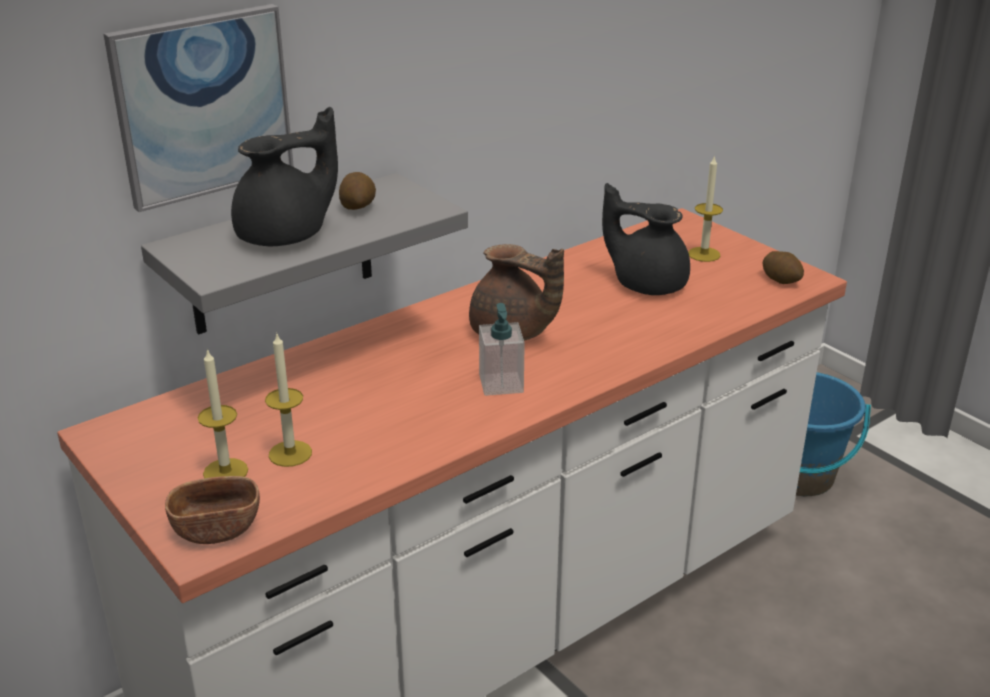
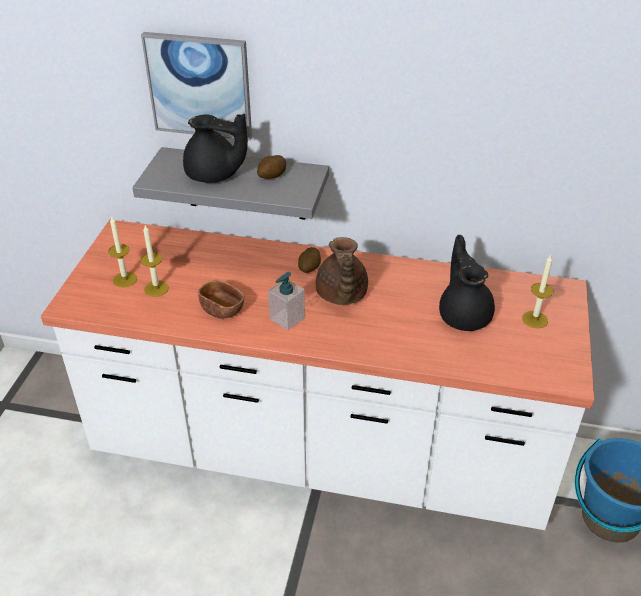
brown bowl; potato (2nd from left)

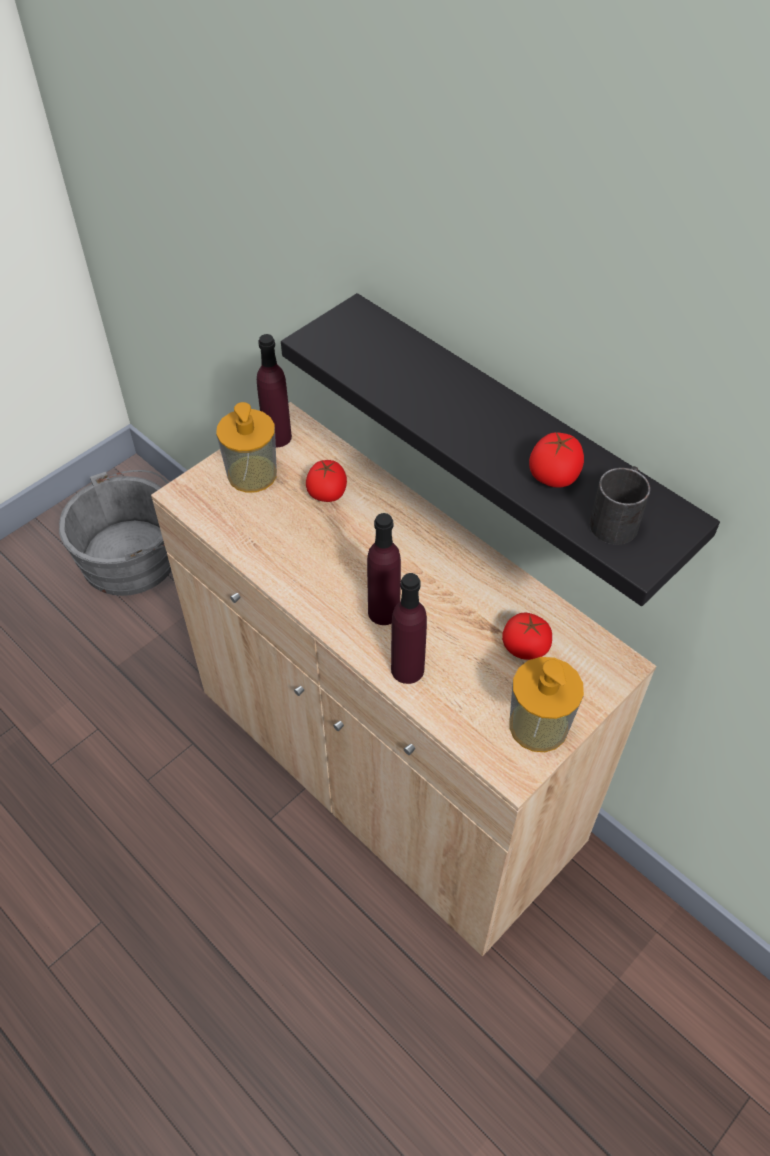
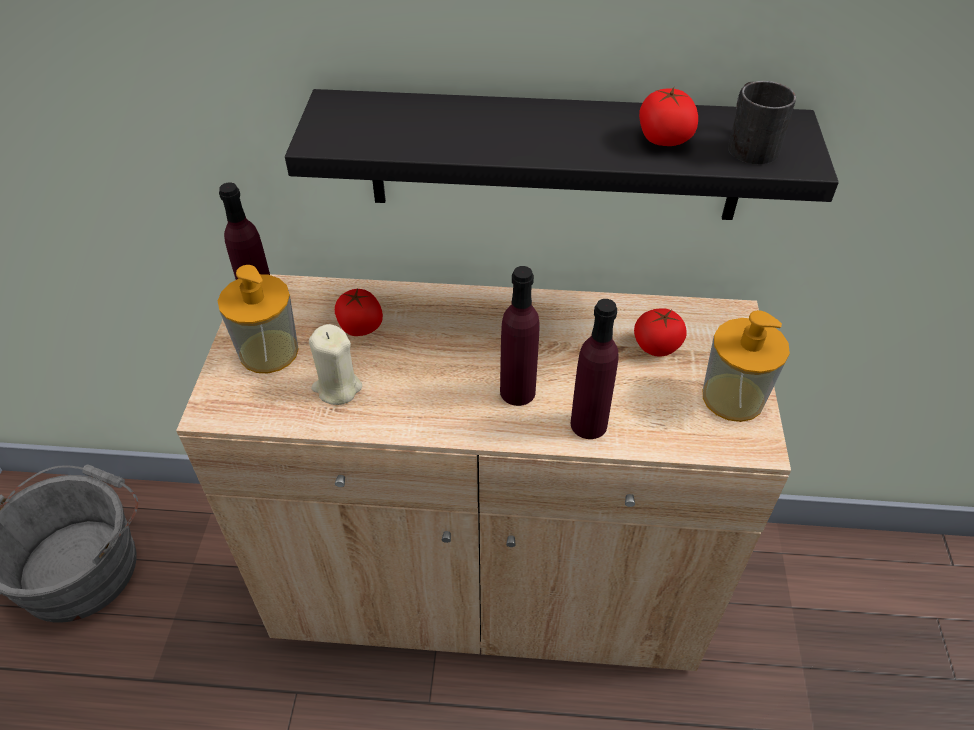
beige candle

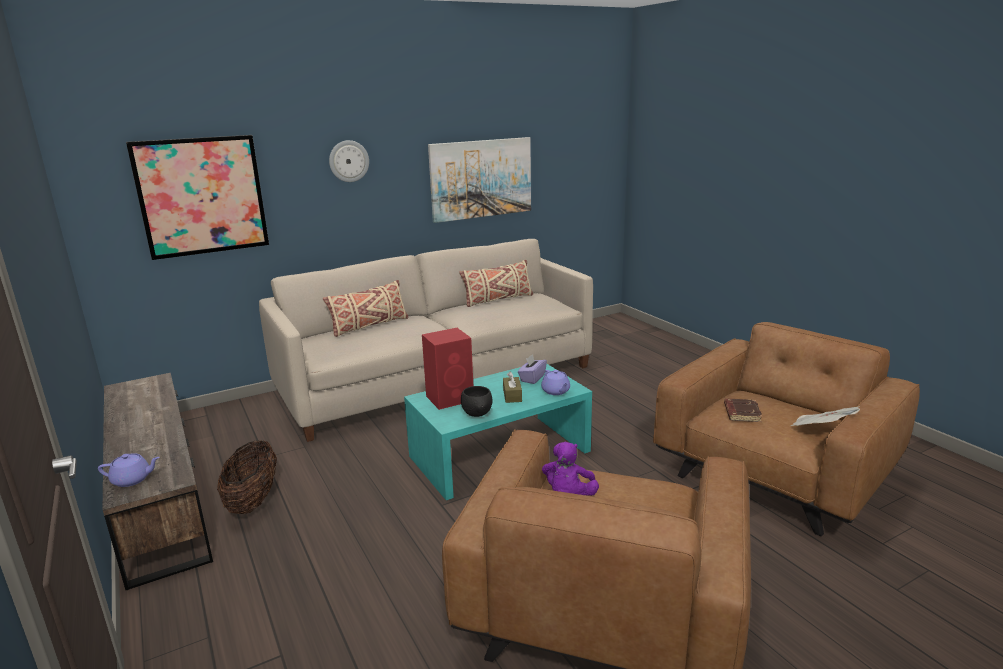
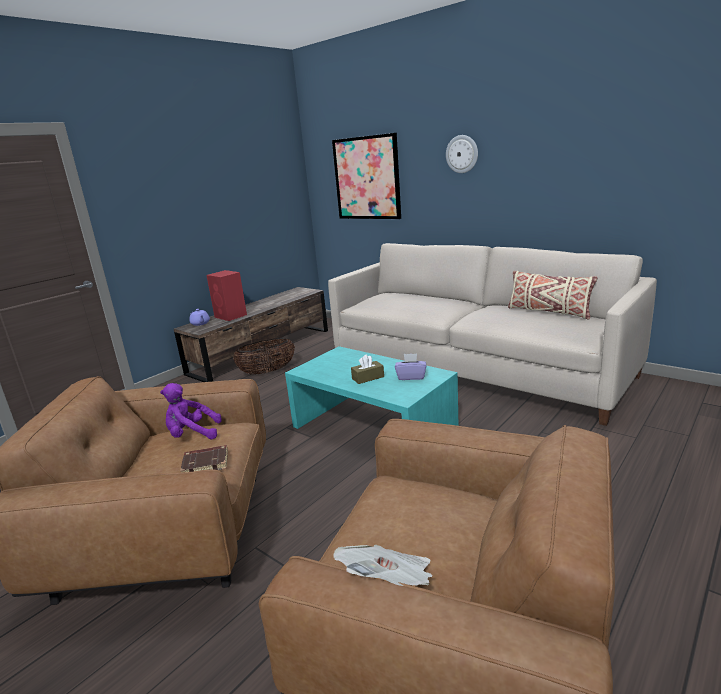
brown book; red speaker; beige pillow (1st from left in the first image); picture (2nd from left in the first image); black bowl; purple teapot (2nd from left in the first image)

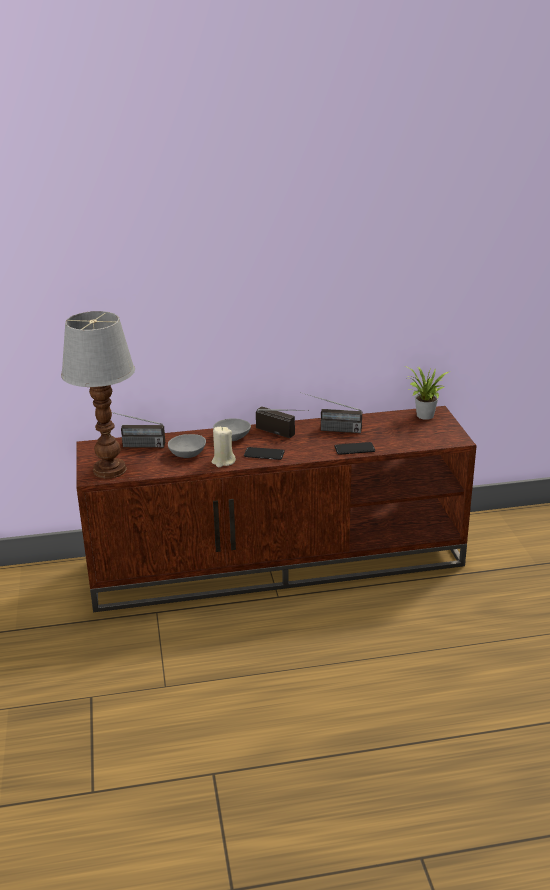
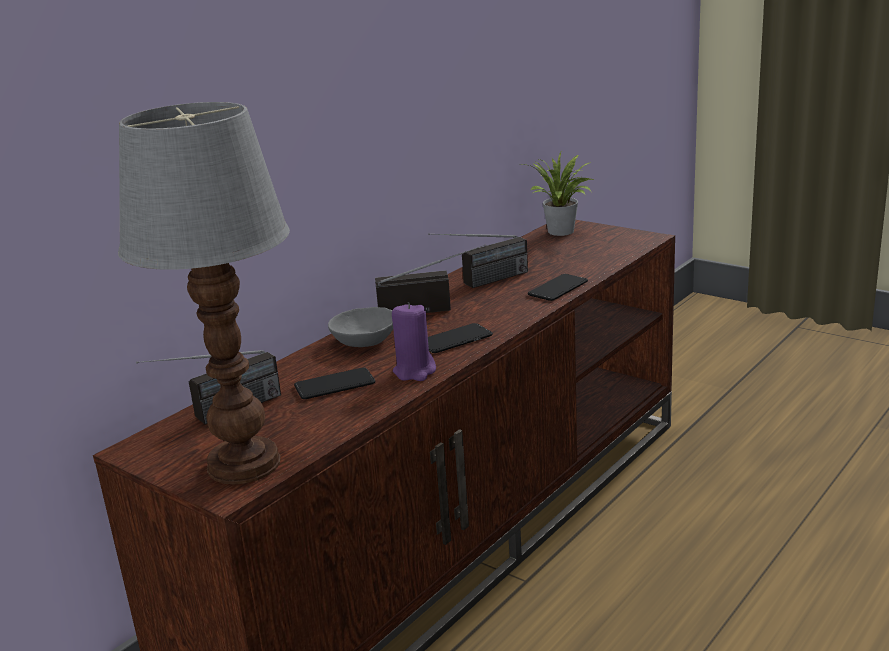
phone (1st from left); purple candle

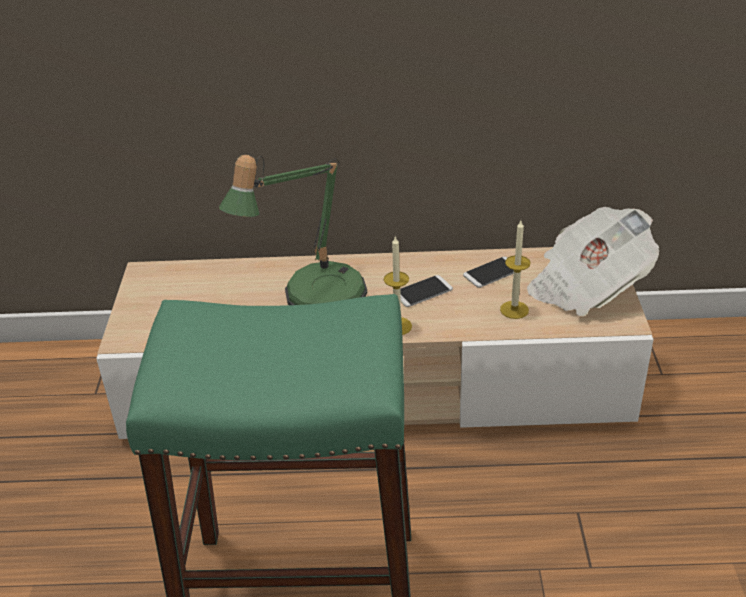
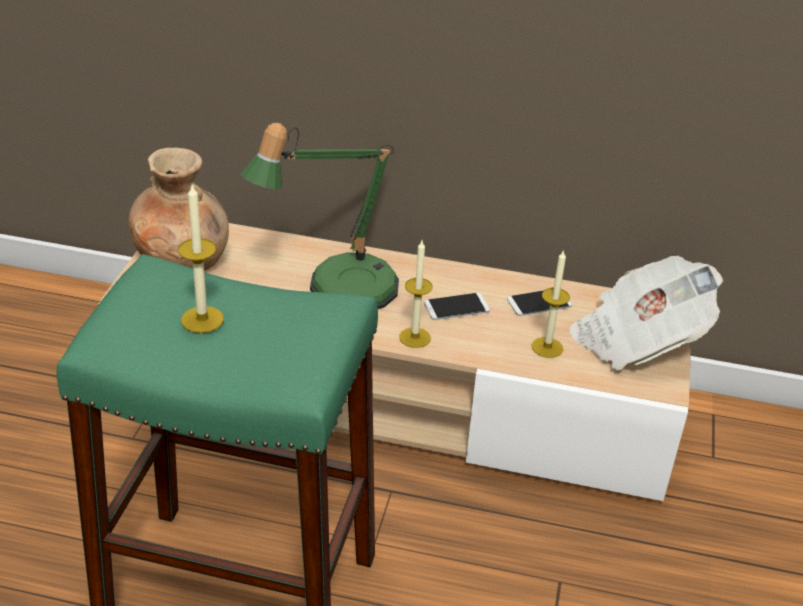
brown vase; candle (1st from left)

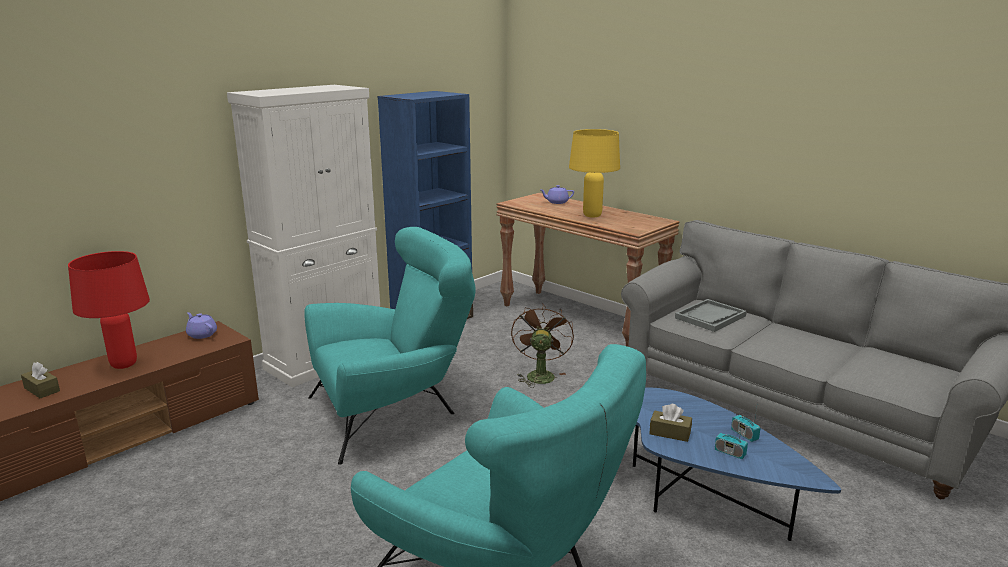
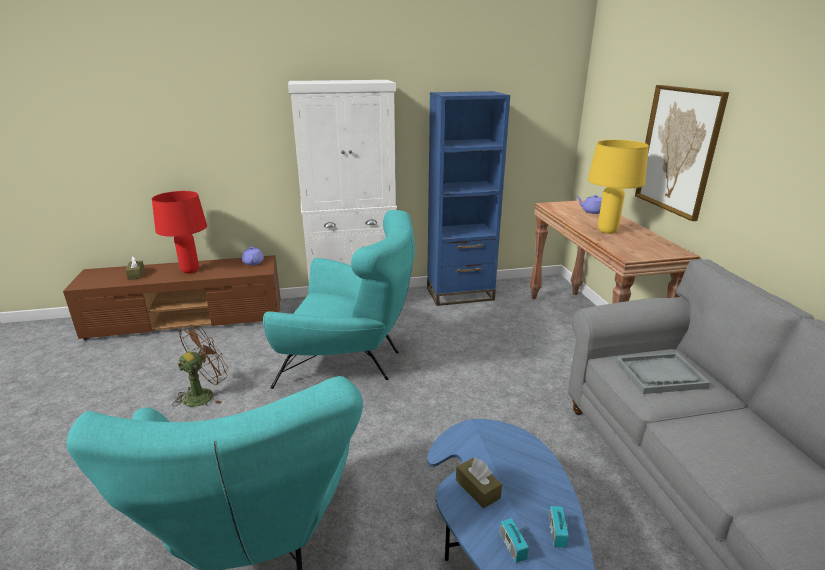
brown fan; picture

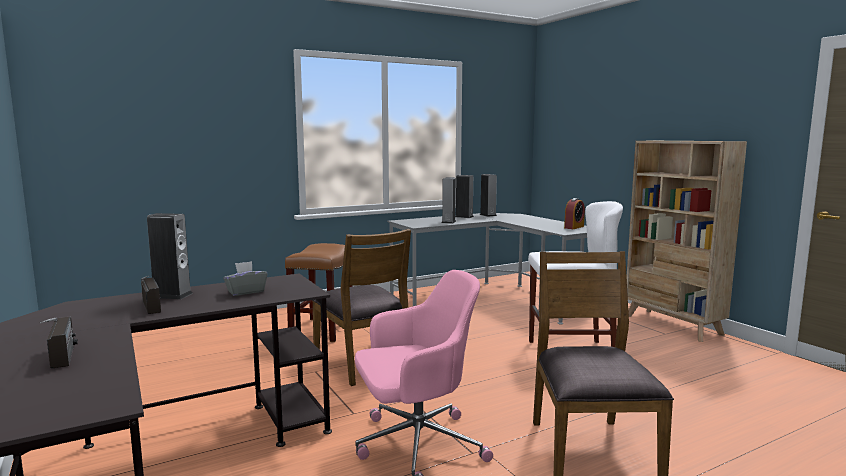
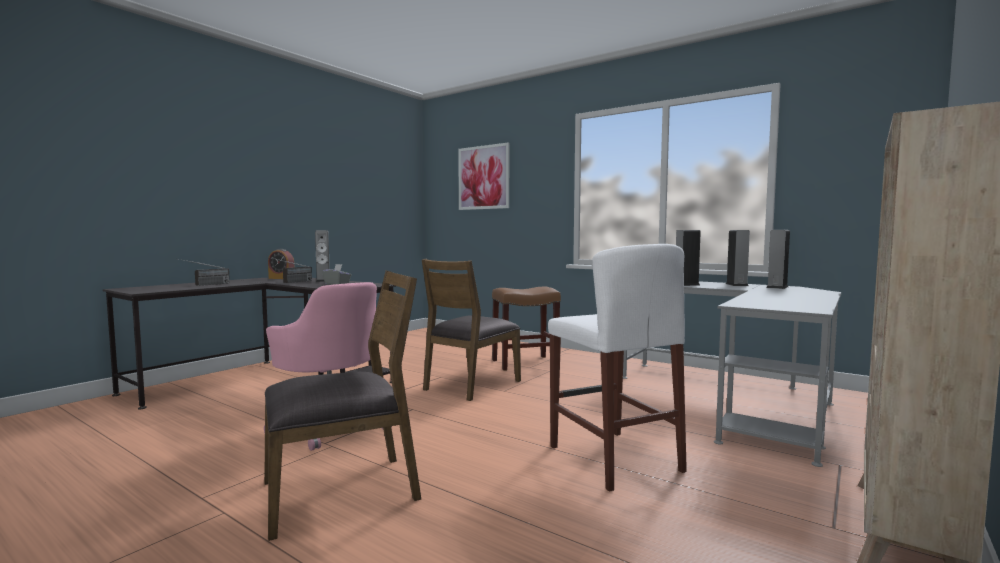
alarm clock; picture

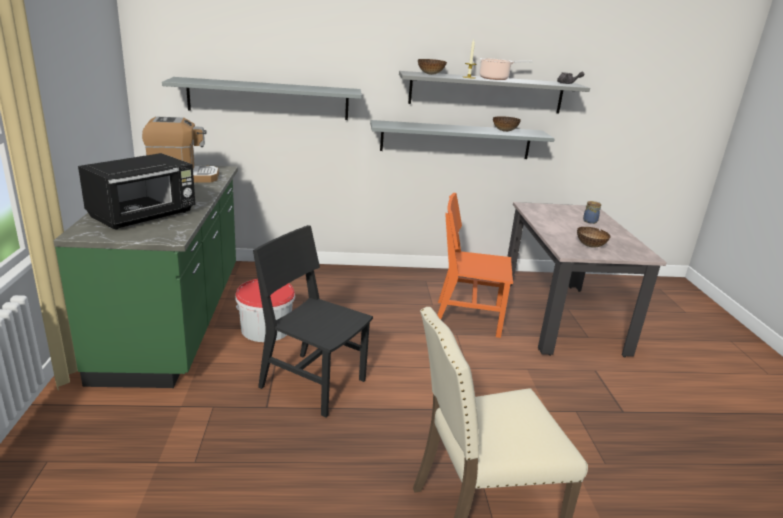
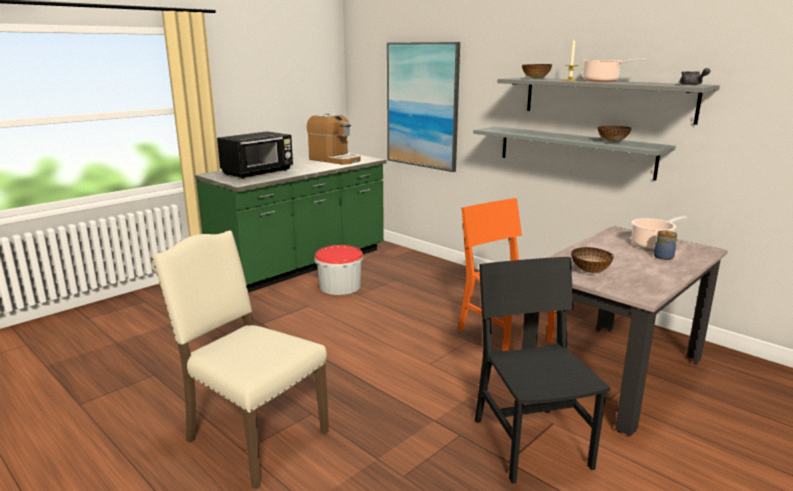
black microwave; picture; black chair; cooking pot (2nd from left)

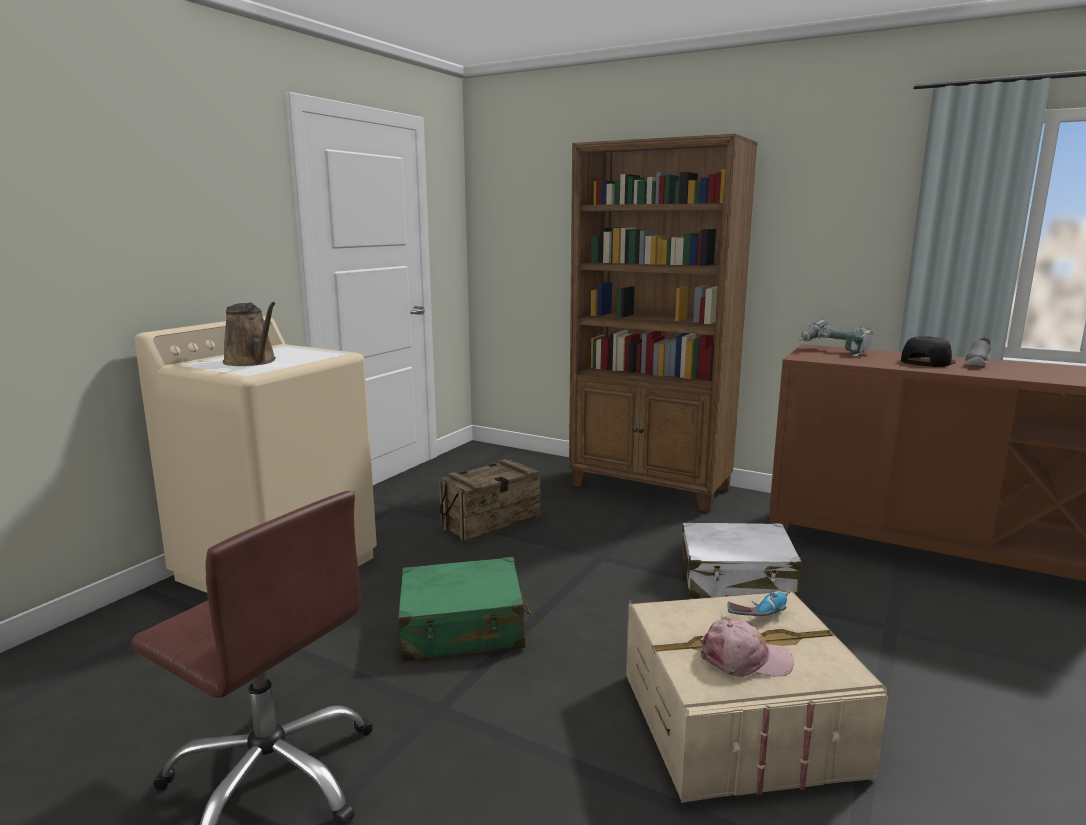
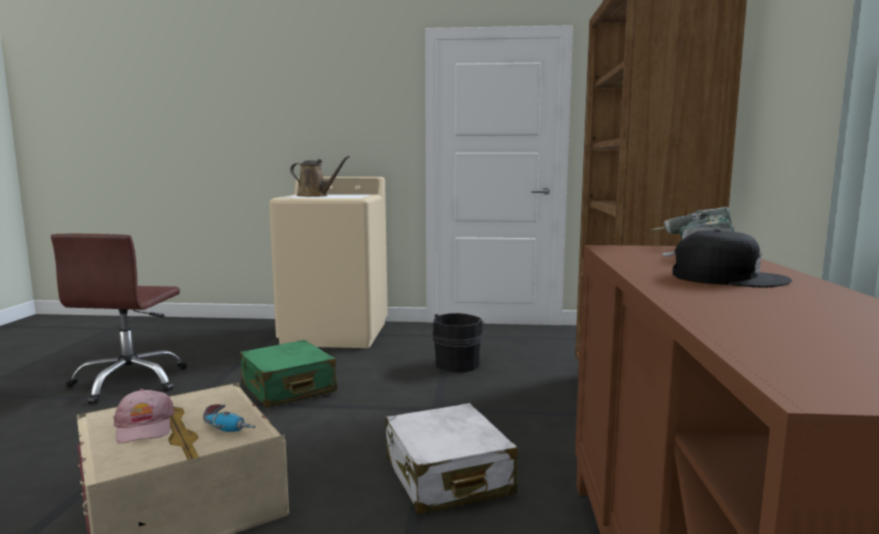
brown watering can; black bucket; grey shoe

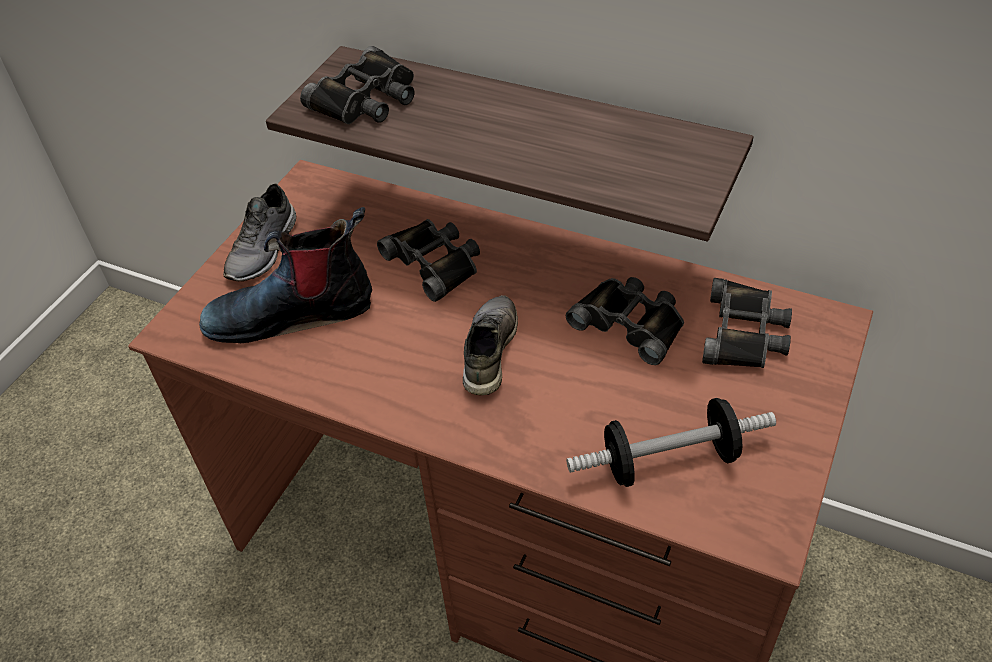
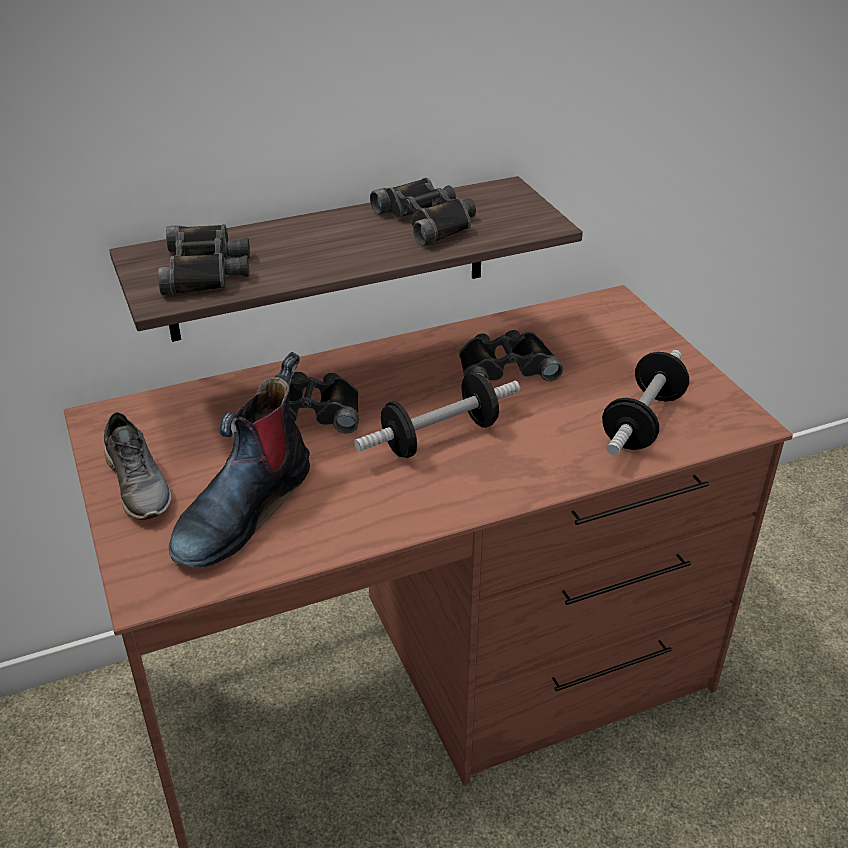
dumbbell (1st from left); black binoculars (3rd from left)

